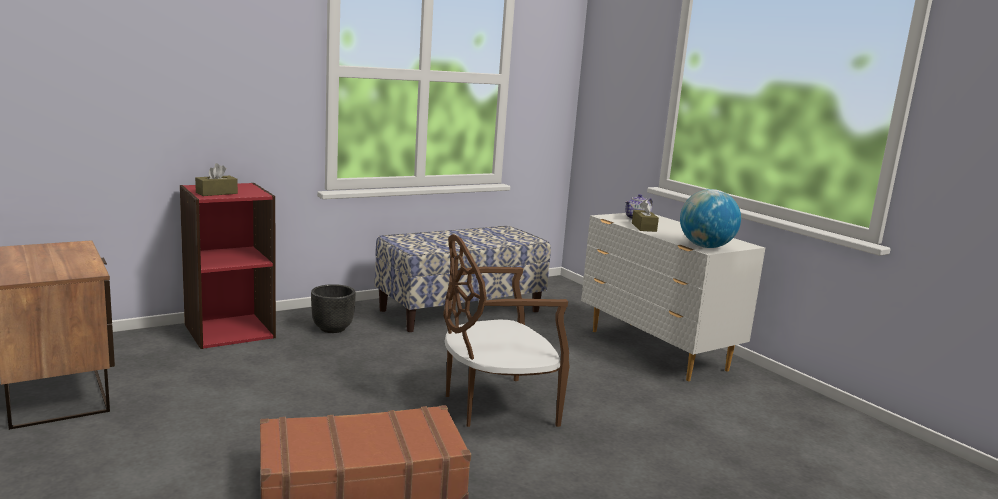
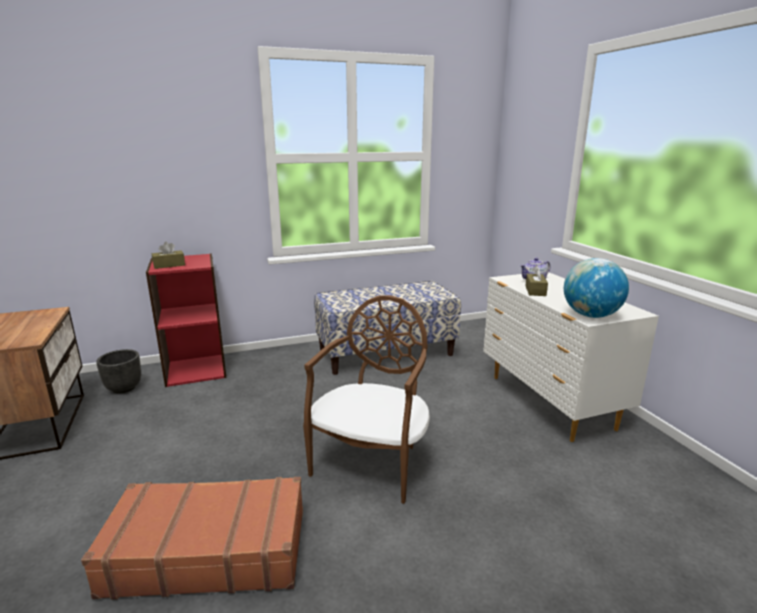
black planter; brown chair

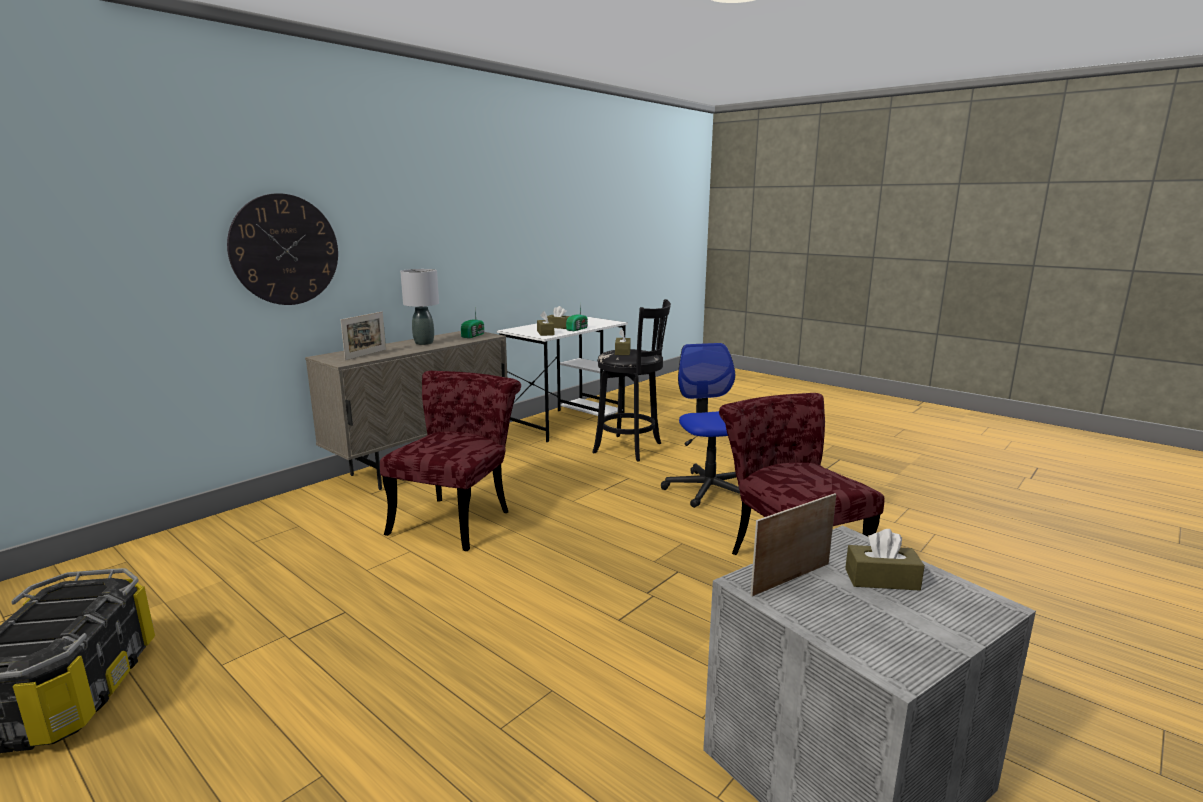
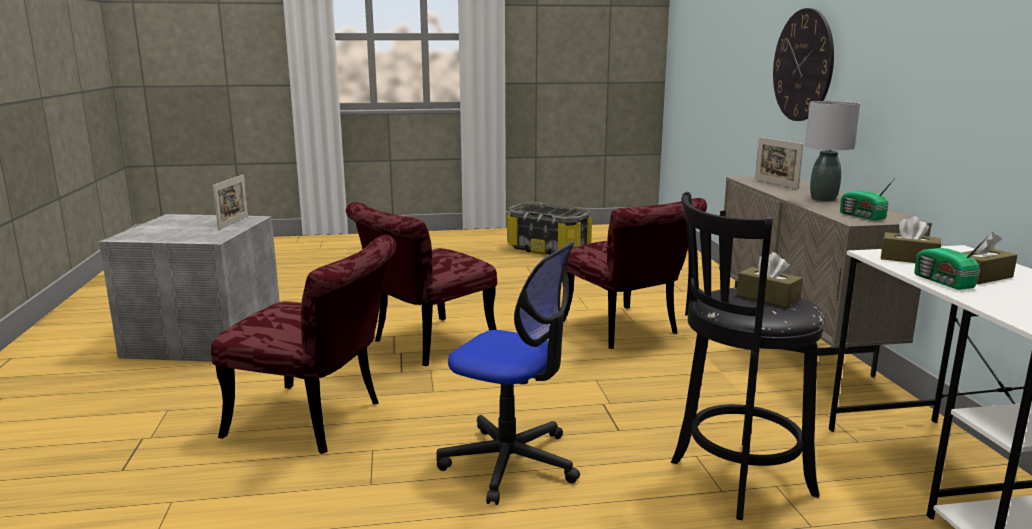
red chair (2nd from left); brown tissue box (4th from left in the first image)

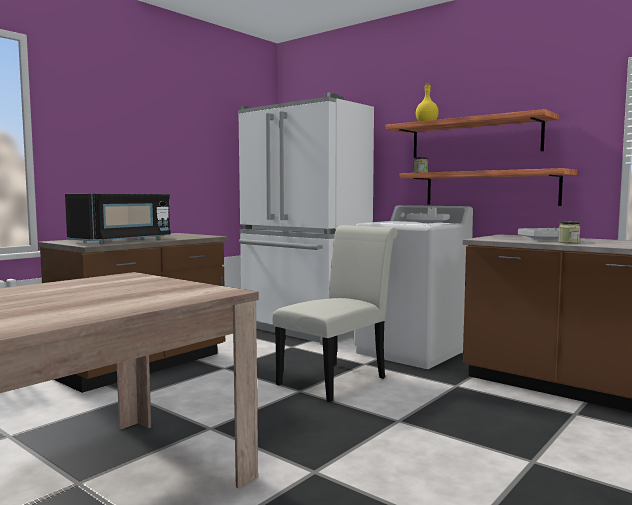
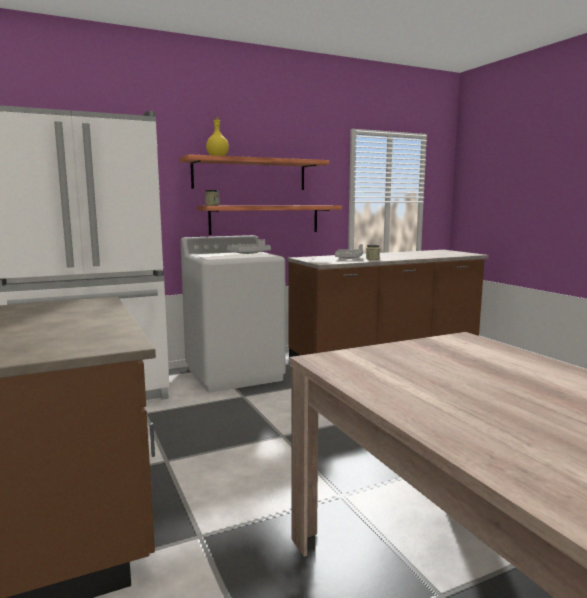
black microwave; white chair

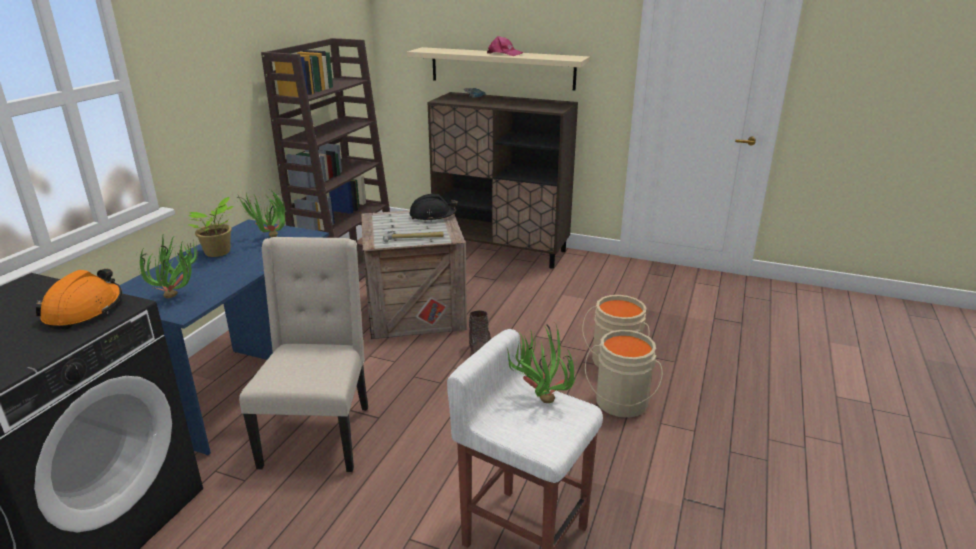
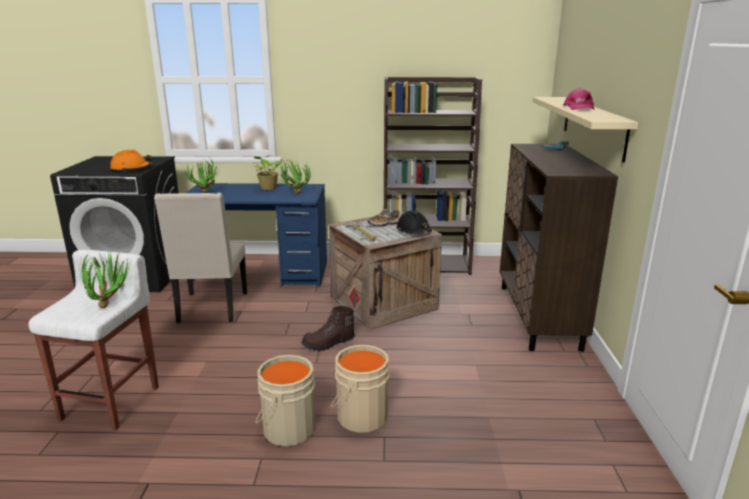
beige chair; shoe

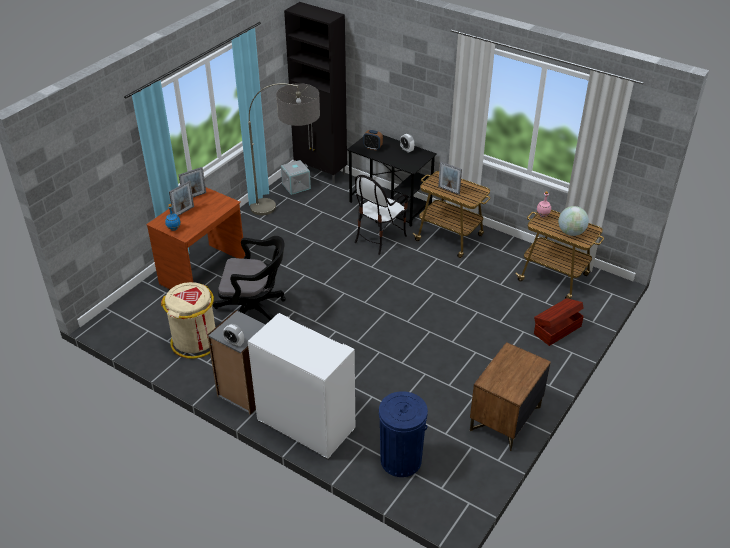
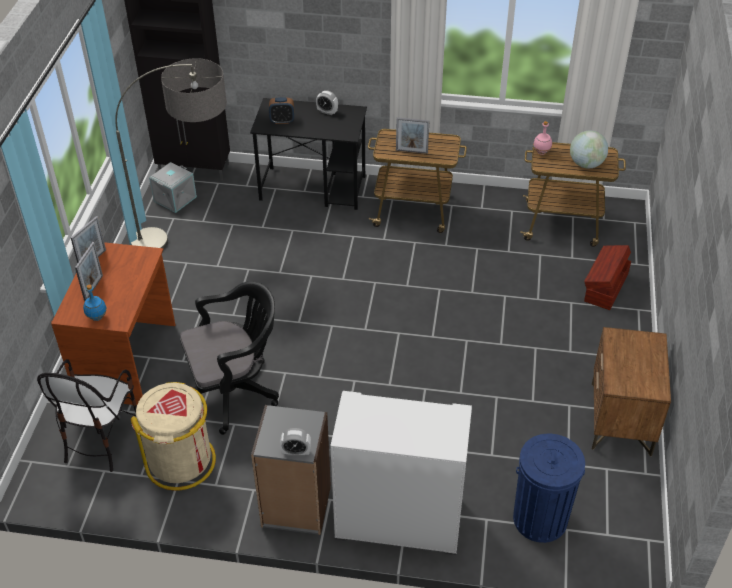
chair

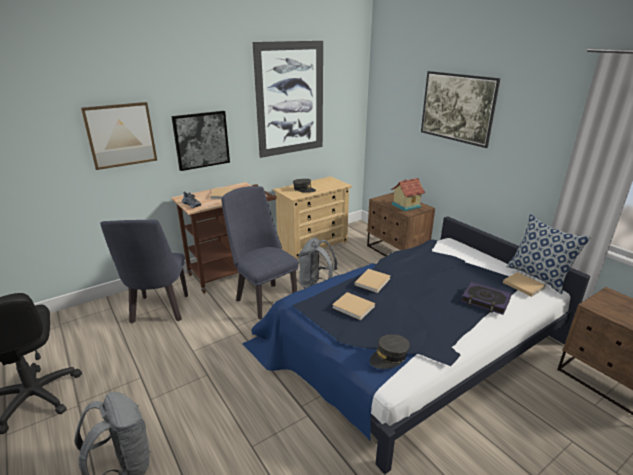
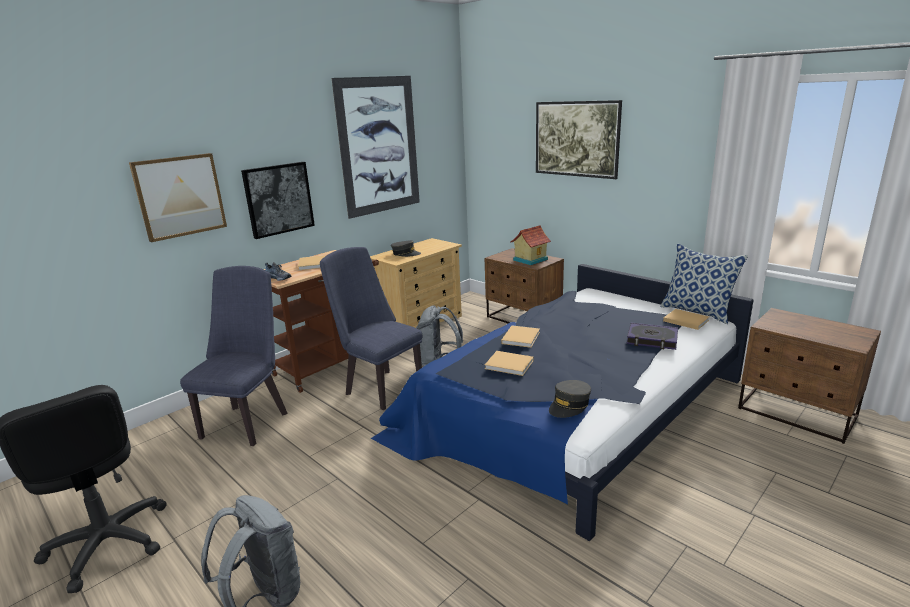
blue chair (1st from left)

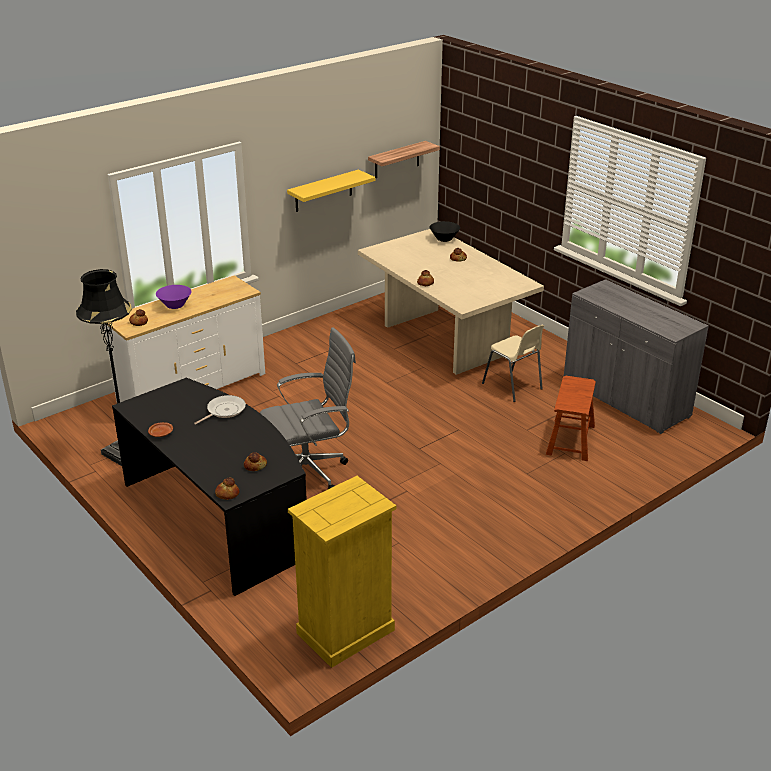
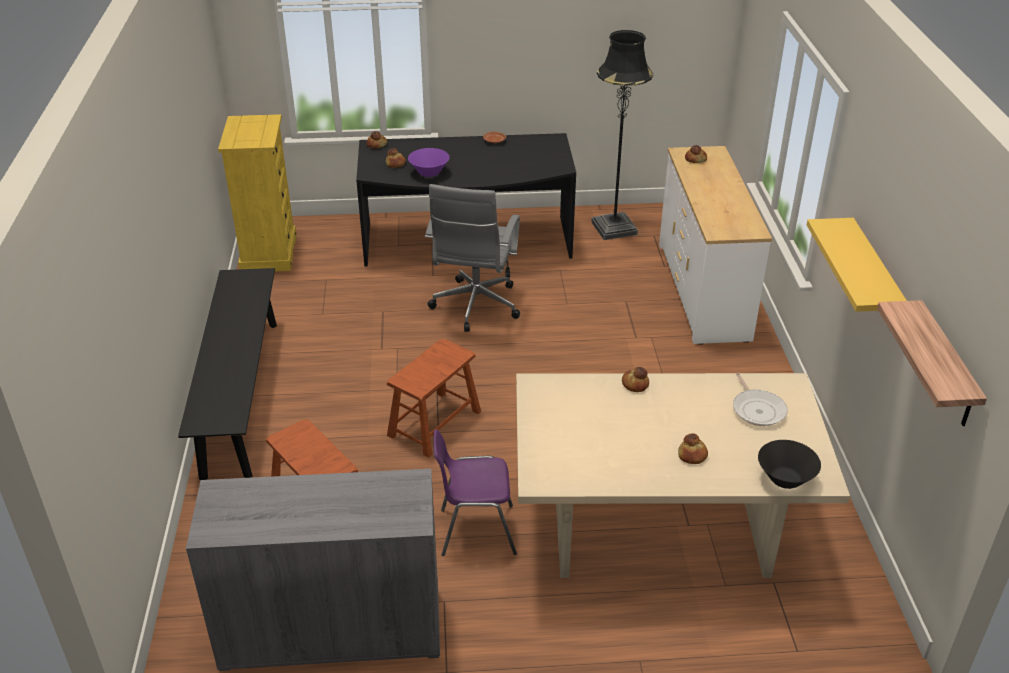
black bench; brown stool (2nd from left); purple bowl; purple chair; frying pan

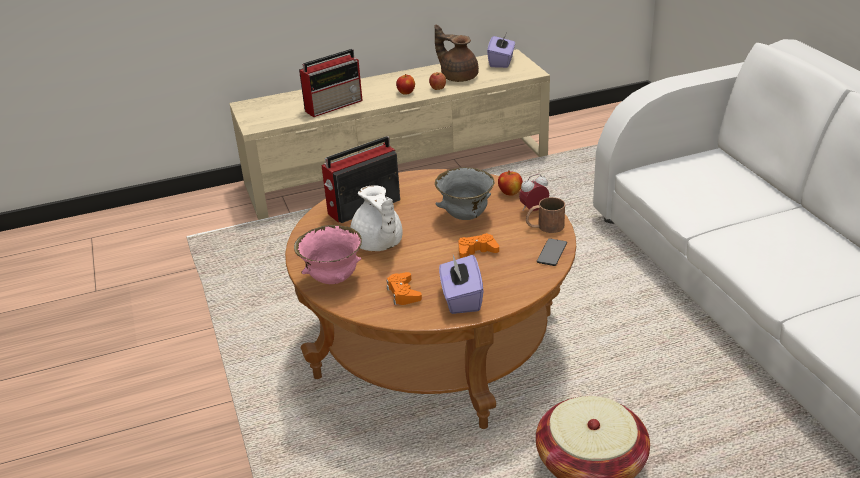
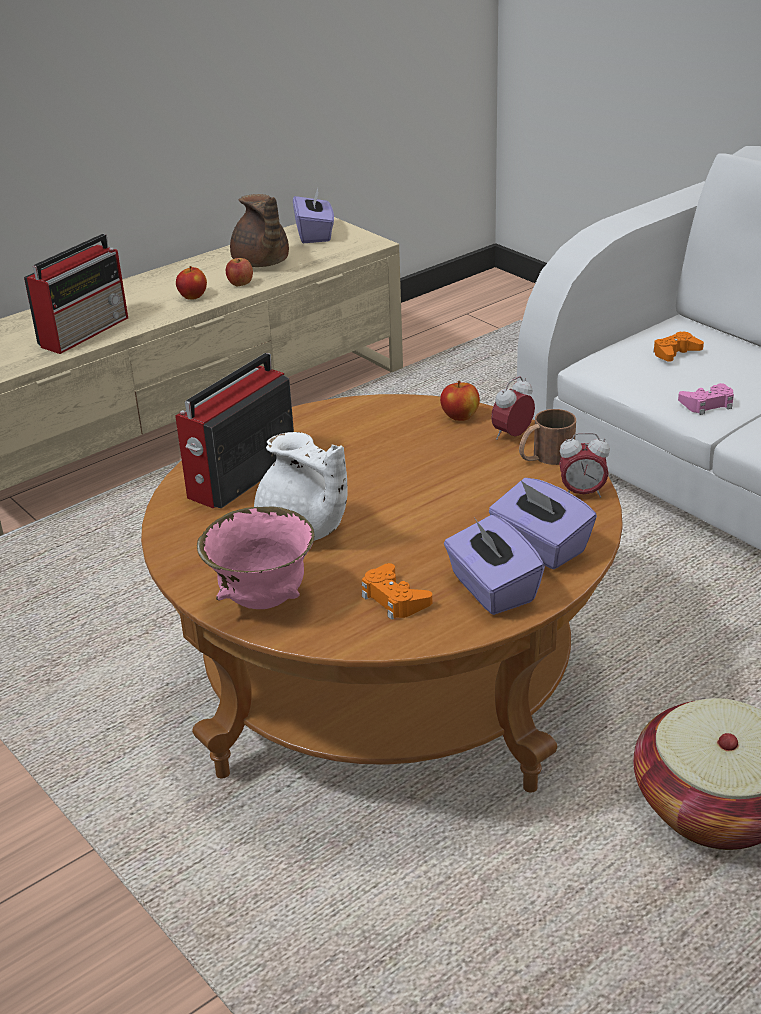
brown teapot; purple tissue box (3rd from left); alarm clock (2nd from left); orange game controller (2nd from left); pink game controller; grey bowl

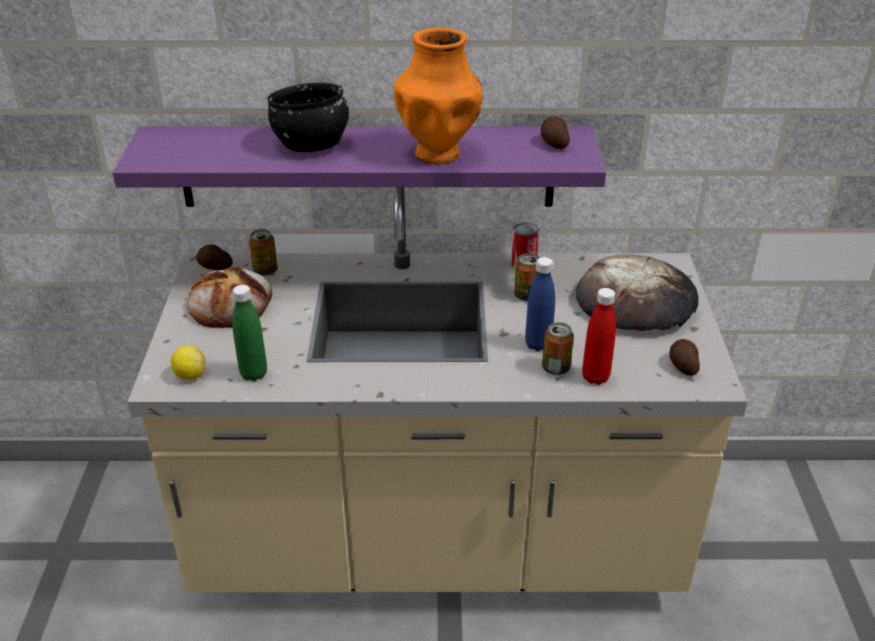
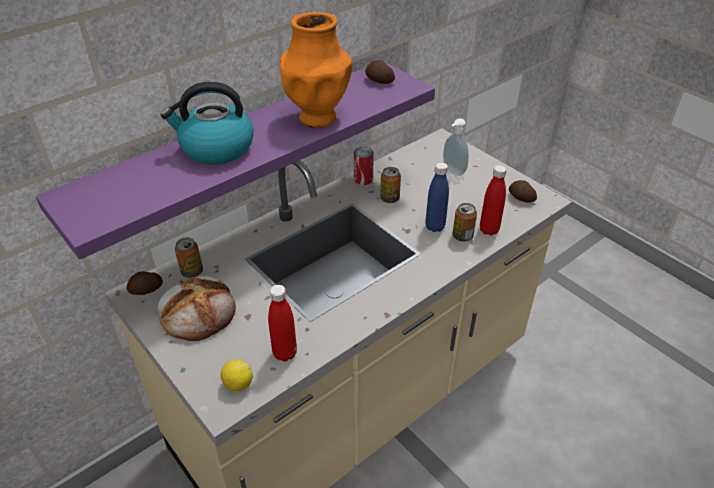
kettle; red bottle (1st from left); soap dispenser

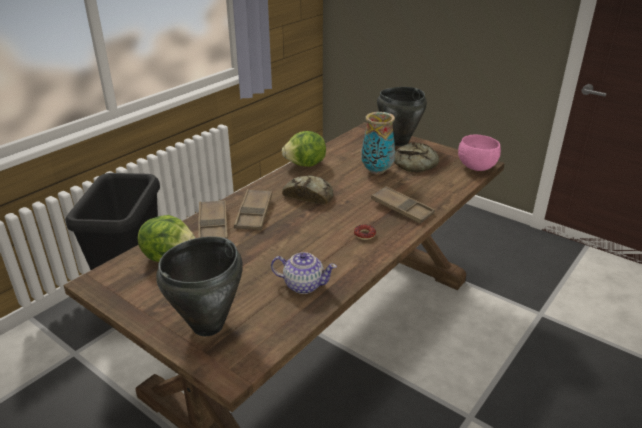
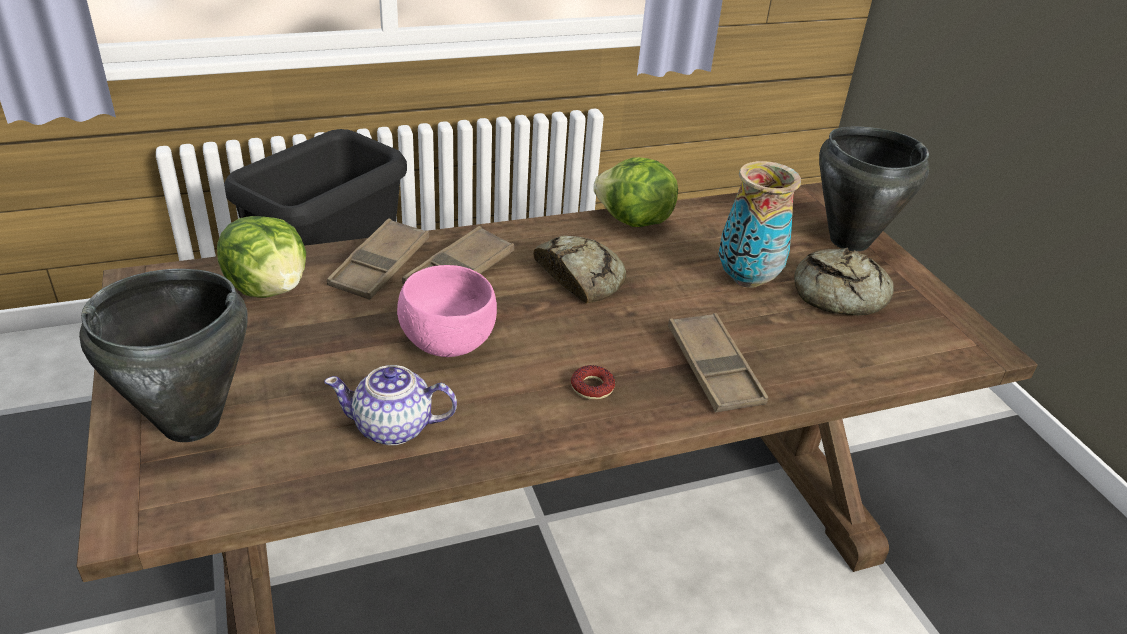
teapot; pink bowl

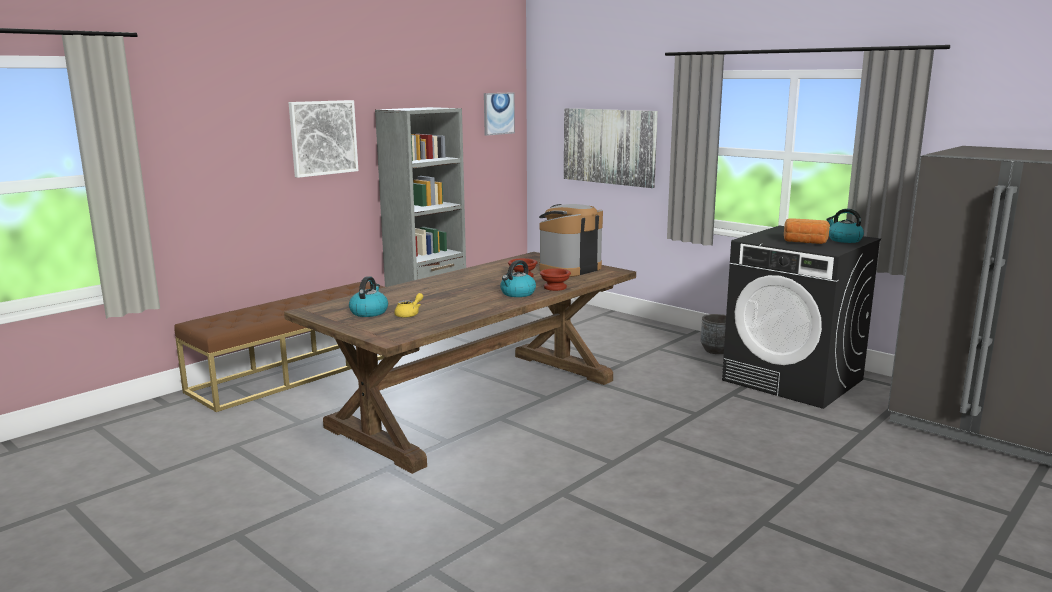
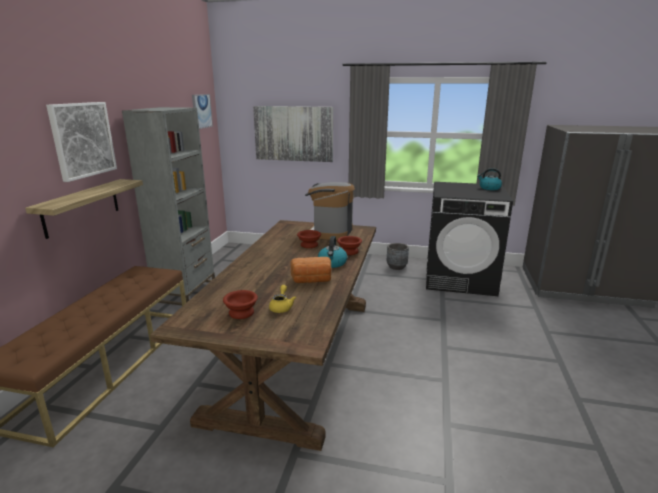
shelf; brown bowl (1st from left); bread

